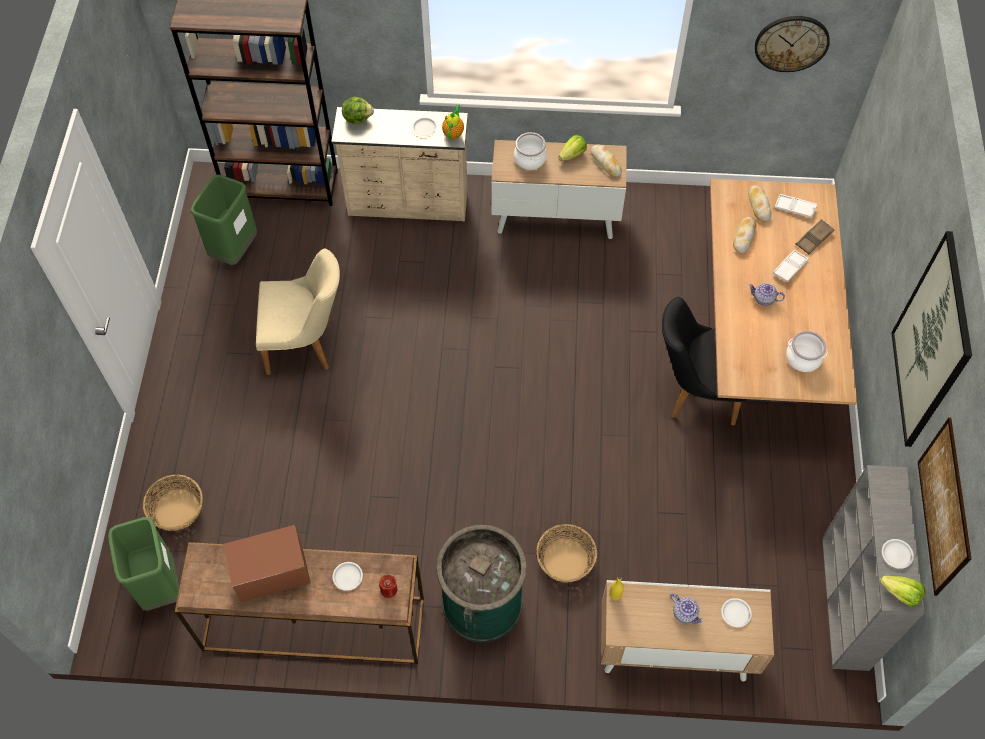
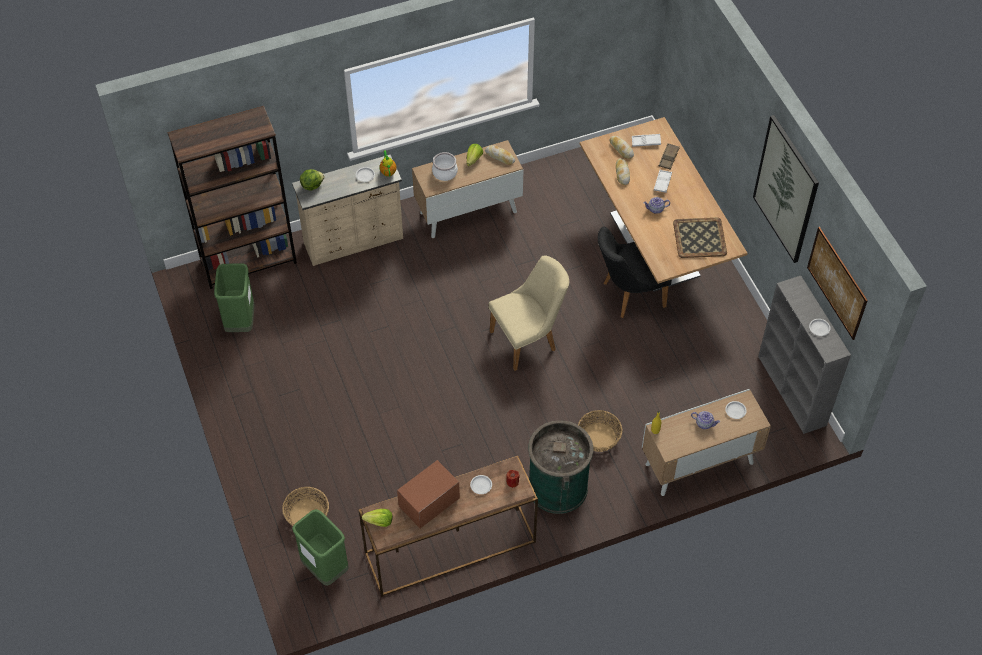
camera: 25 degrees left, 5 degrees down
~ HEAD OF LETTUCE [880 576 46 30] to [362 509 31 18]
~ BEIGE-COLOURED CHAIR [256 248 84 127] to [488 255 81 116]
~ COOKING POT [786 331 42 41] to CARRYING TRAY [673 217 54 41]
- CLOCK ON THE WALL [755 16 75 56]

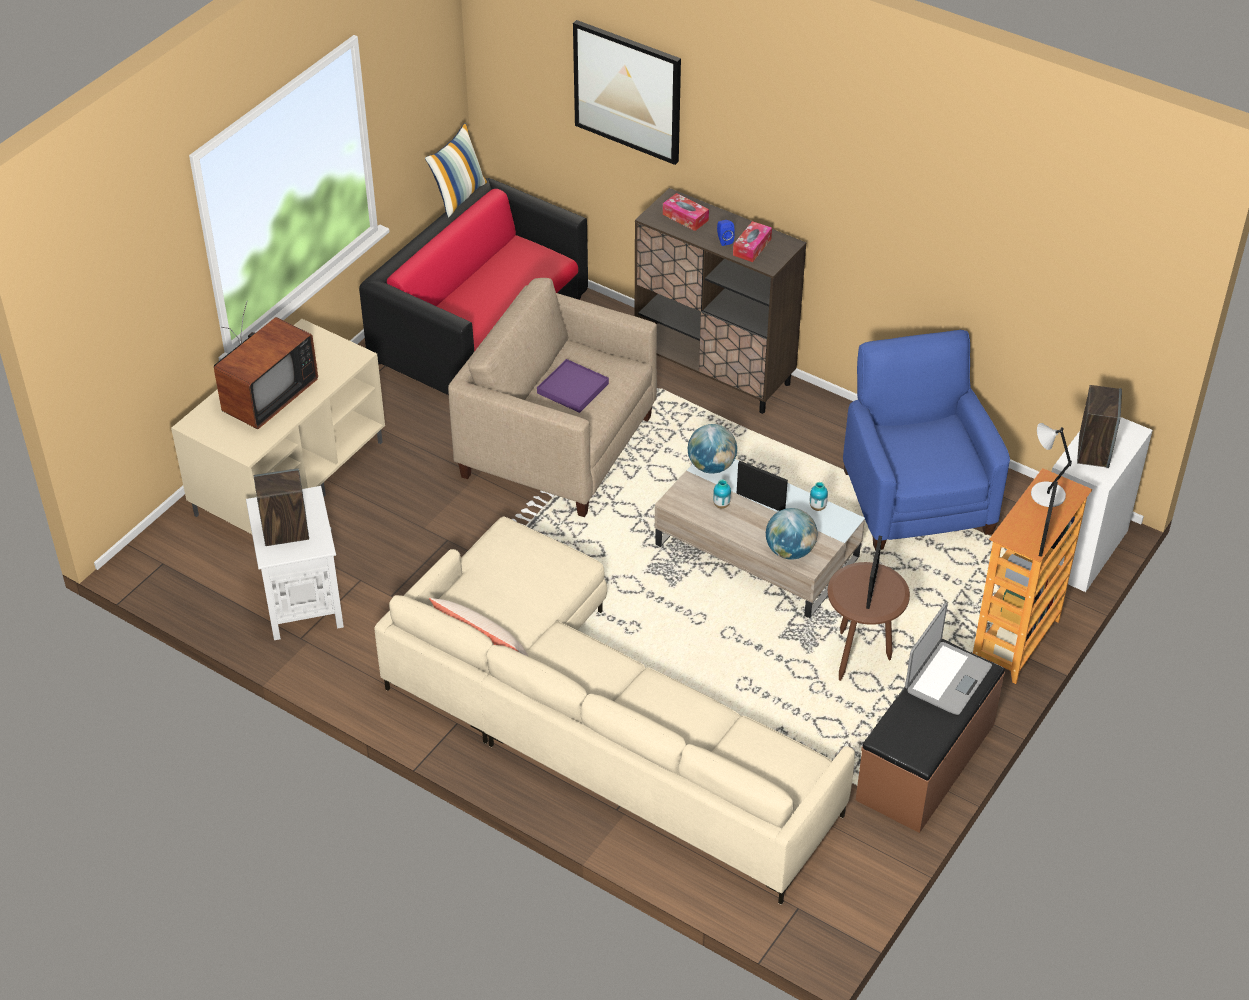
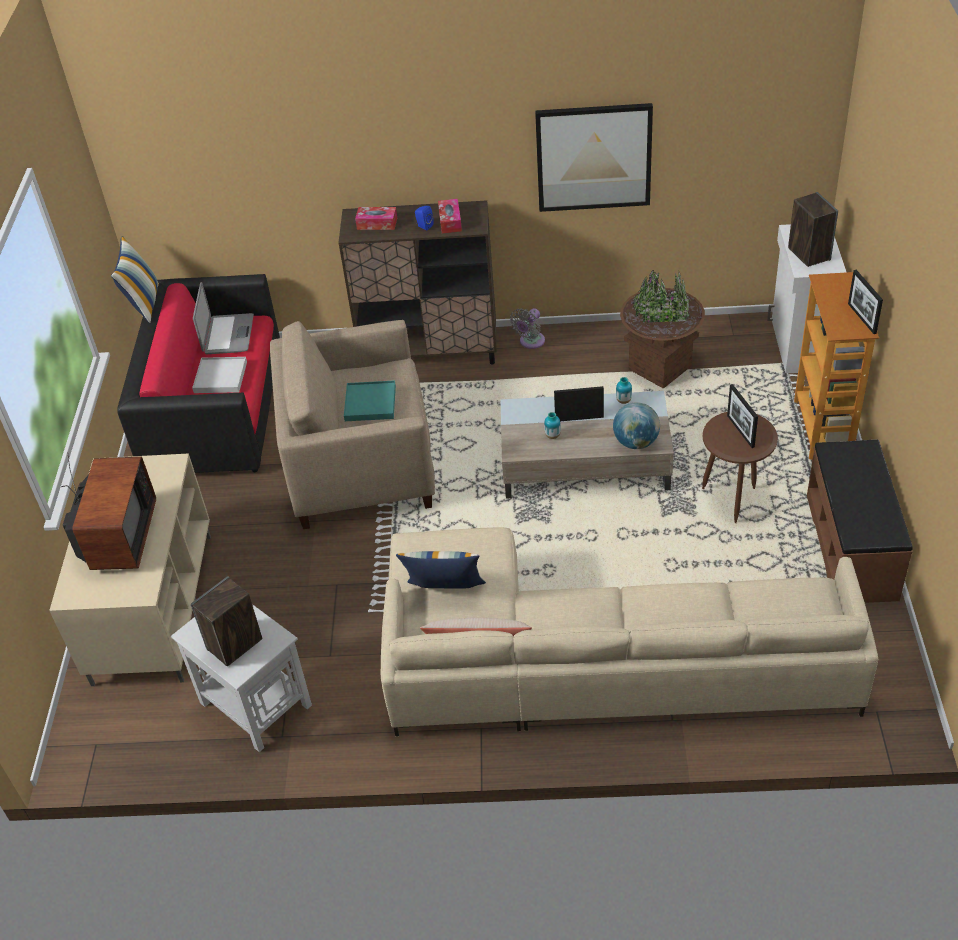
camera: 30 degrees left, 0 degrees up
+ WHITE-COLOURED CARRYING TRAY [192 357 55 36]
~ LAPTOP [905 603 87 112] to [193 282 61 72]
~ PURPLE-COLOURED CARRYING TRAY [537 359 72 54] to TURQUOISE CARRYING TRAY [344 380 52 41]
+ THROW PILLOW [396 551 90 38]
+ GREYISH FAN [510 308 35 41]
~ PICTURE [573 20 108 145] to [535 103 118 109]
~ BLUISH LOUNGE CHAIR [843 330 167 220] to BROWN FLOWER POT [620 270 85 119]
- DESK GLOBE [688 424 49 50]
- GREYISH TABLETOP LAMP [1031 423 41 84]

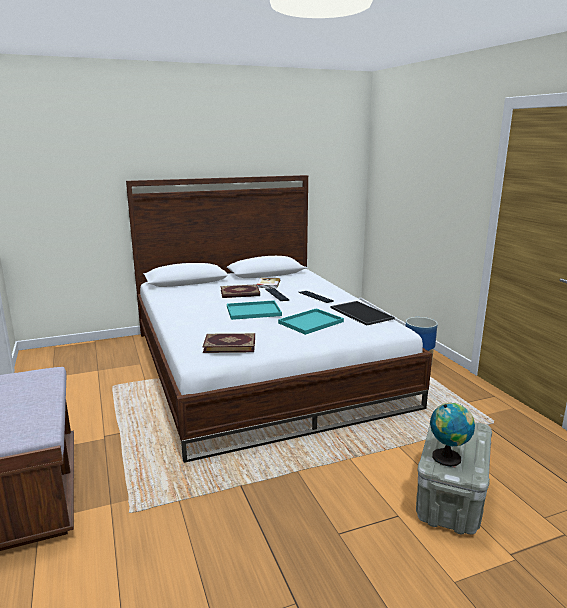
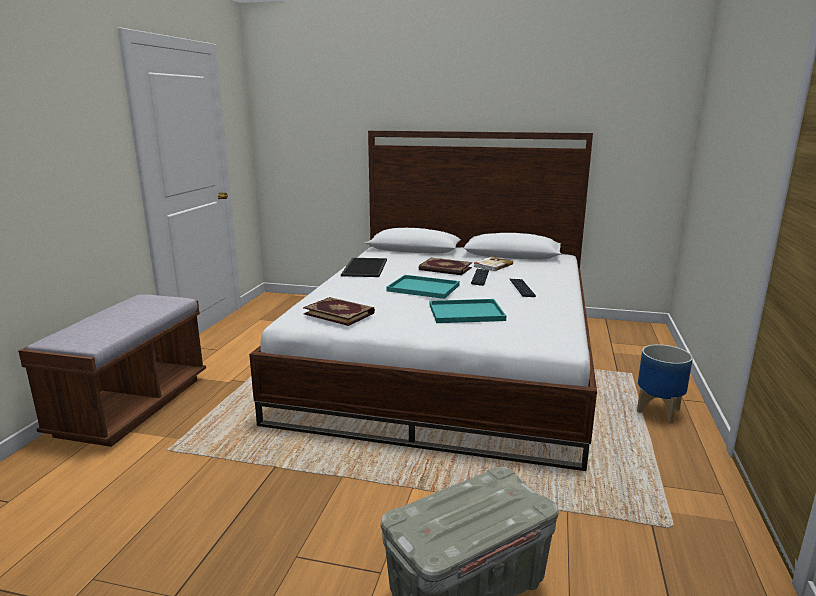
camera: 35 degrees right, 0 degrees up
~ CARRYING TRAY [330 301 65 25] to [341 258 46 19]
- DESK GLOBE [430 403 45 64]

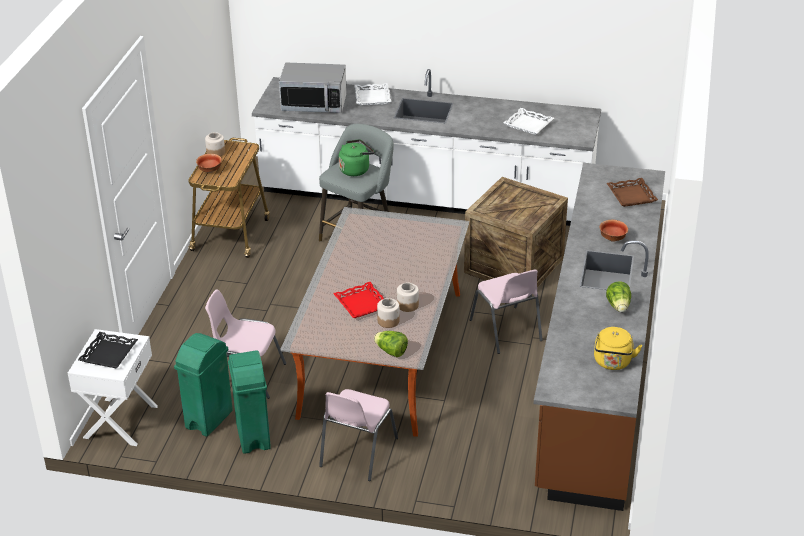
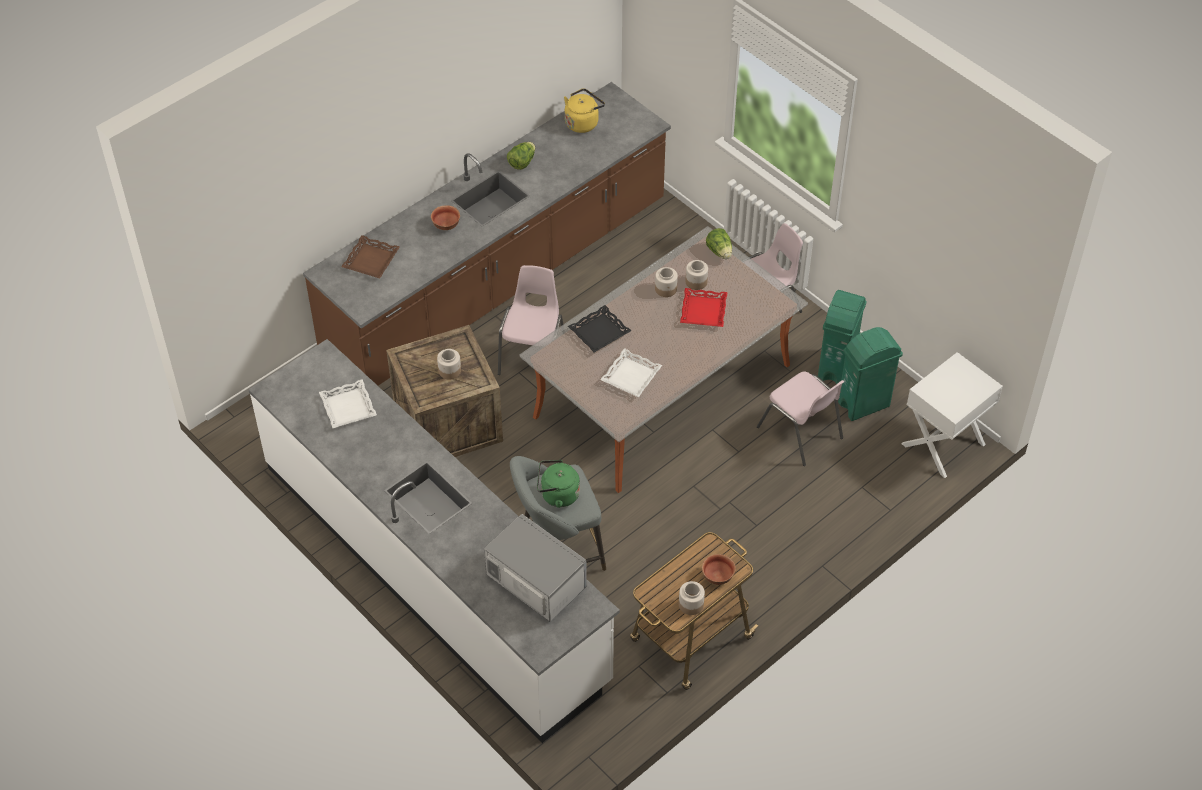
camera: 145 degrees left, 15 degrees up
+ PRESERVE JAR [437 349 24 30]
~ BLACKISH CARRYING TRAY [78 332 60 36] to [568 305 63 48]
~ WHITE-COLOURED CARRYING TRAY [354 83 37 22] to [600 348 62 50]

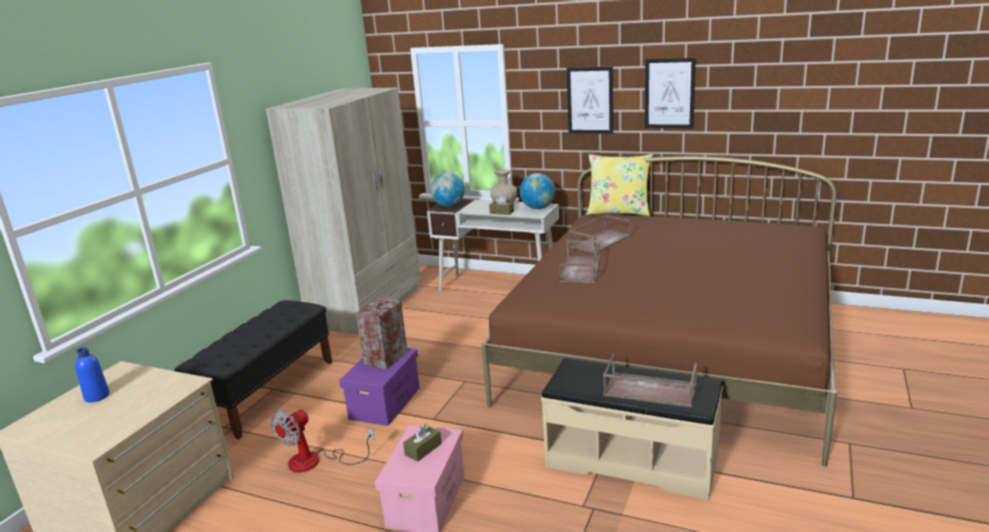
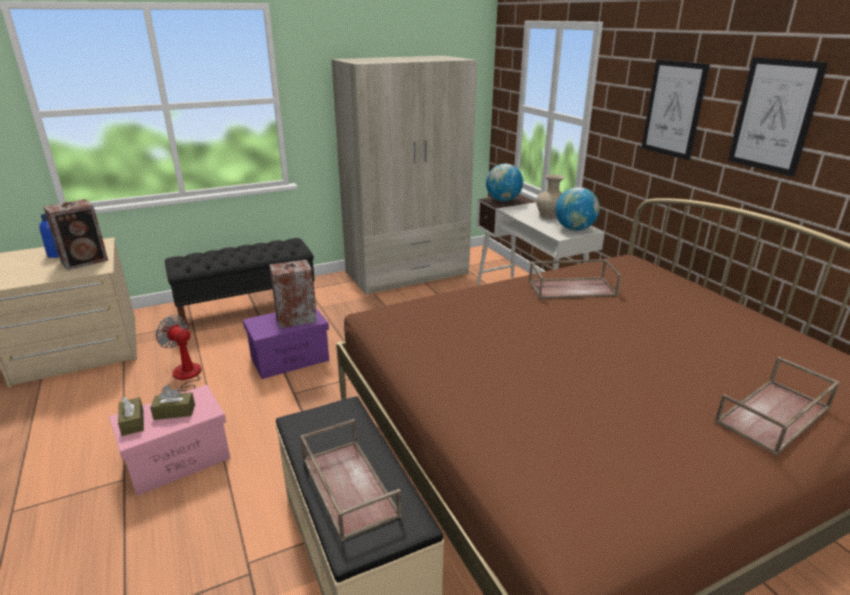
camera: 40 degrees right, 5 degrees up
+ LOUDSPEAKER [43 199 65 71]
~ BROWN TISSUE BOX [489 195 25 20] to [118 397 26 39]
~ FAN [271 409 104 64] = [155 315 46 78] 45 degrees clockwise
~ BROWN CARRYING TRAY [559 240 41 43] to [715 357 125 98]
- YELLOW THROW PILLOW [586 154 67 62]

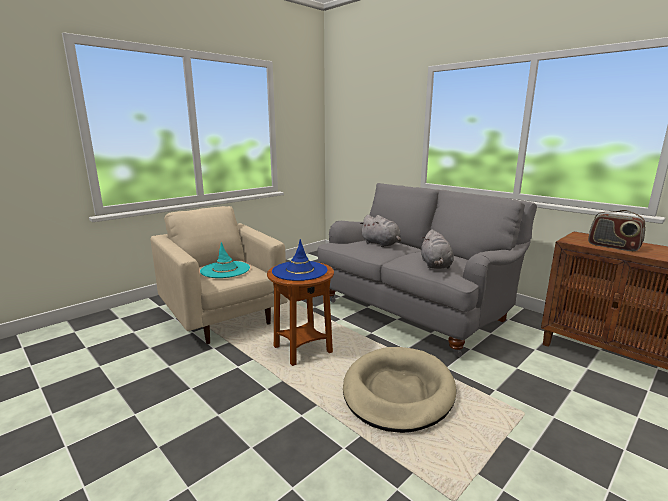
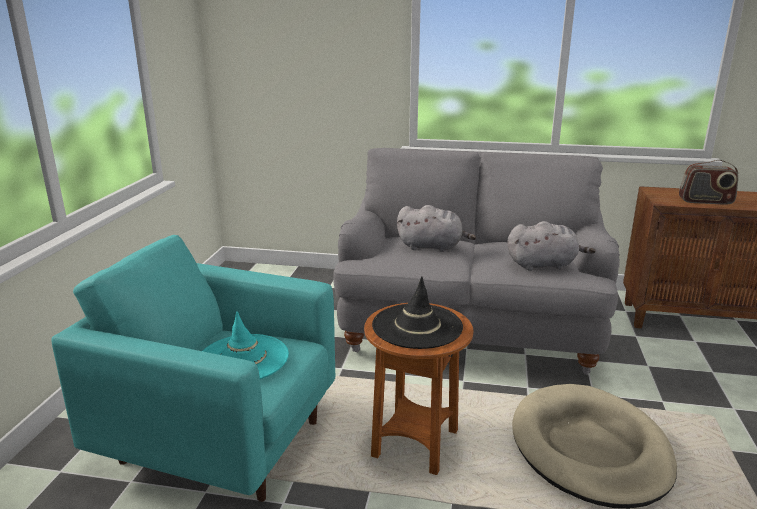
camera: 35 degrees left, 5 degrees up
~ BEIGE-COLOURED LOUNGE CHAIR [151 206 137 138] to TURQUOISE LOUNGE CHAIR [52 235 283 267]
~ BLUISH WEARABLE HAT [272 239 56 42] to BLACKISH WEARABLE HAT [372 276 91 73]
~ GREYISH CUDDLY TOY [421 229 33 40] = [507 221 89 50] 60 degrees counterclockwise

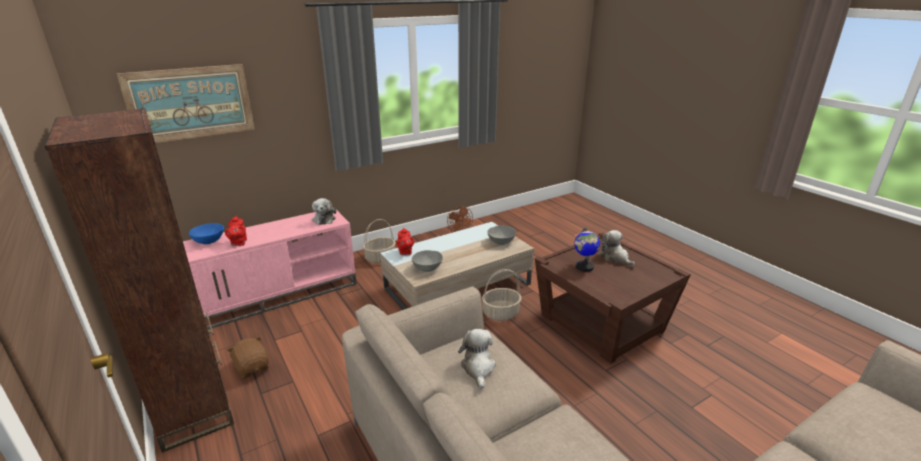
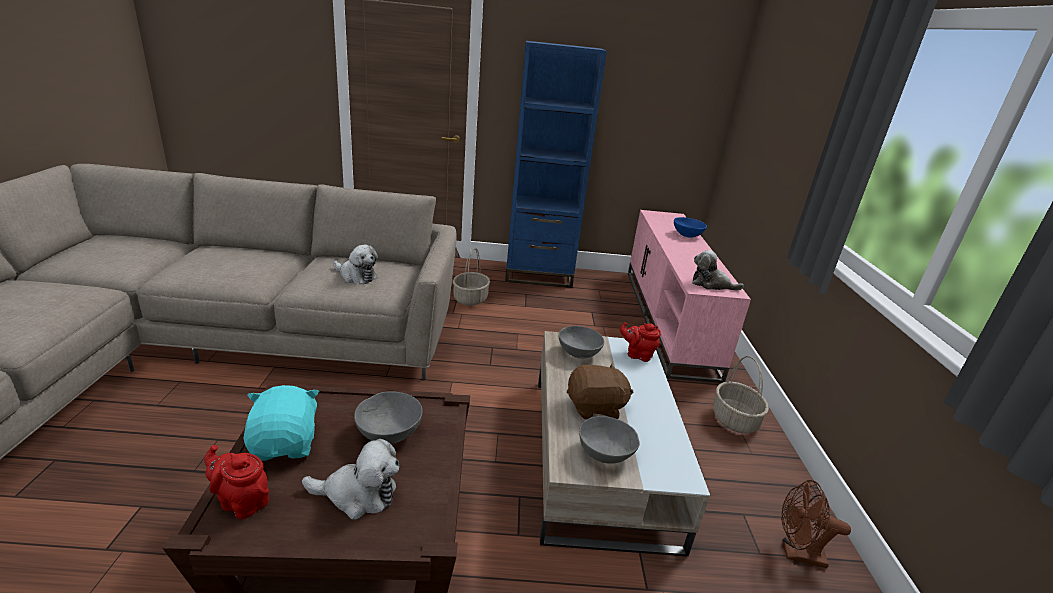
camera: 120 degrees right, 0 degrees up
~ RED-COLOURED TEAPOT [225 216 22 30] to [204 445 65 74]
+ TURQUOISE CUDDLY TOY [244 385 75 76]
~ DESK GLOBE [574 227 26 45] to GREYISH BOWL [354 392 68 52]
~ STORAGE BASKET [482 269 40 52] to [453 248 37 58]
~ BROWN SHELVING UNIT [45 108 189 345] to BLUISH SHELVING UNIT [505 41 102 247]
~ BROWN CUDDLY TOY [227 336 42 43] to [567 363 66 56]
- PICTURE [117 64 138 79]

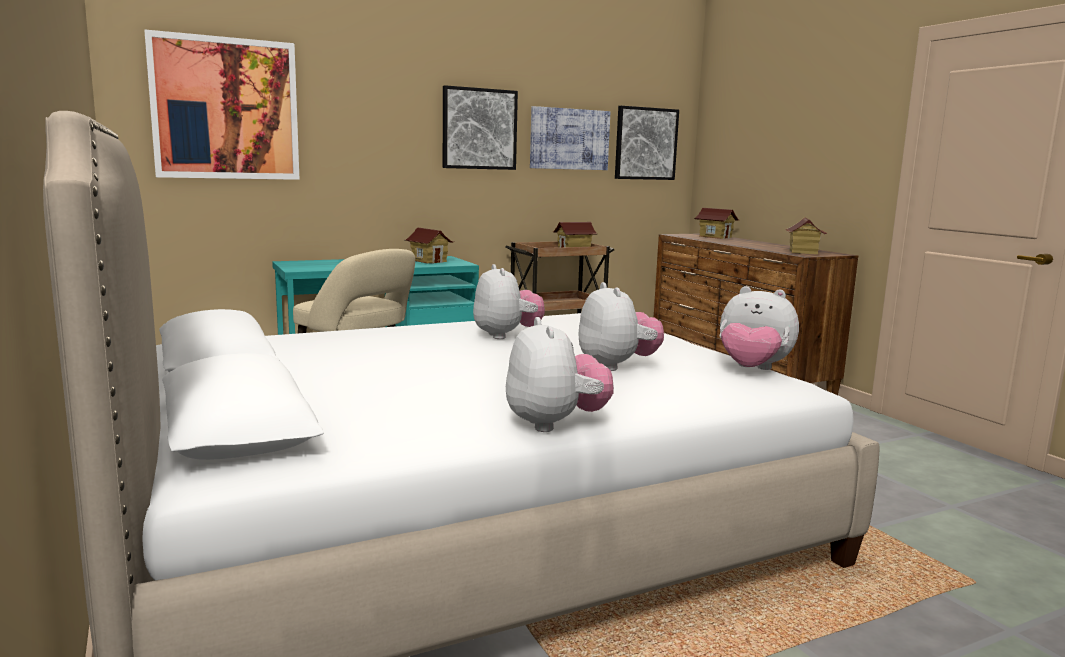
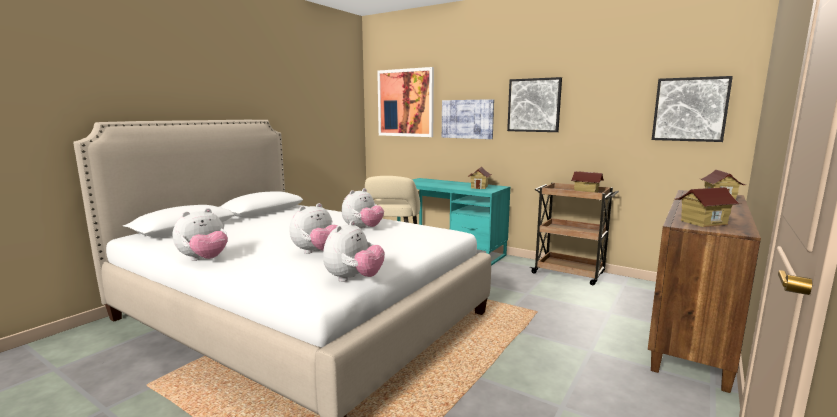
camera: 60 degrees right, 0 degrees up
~ CUDDLY TOY [720 286 79 84] = [323 221 62 61] 150 degrees counterclockwise
~ PICTURE [530 106 80 64] to [442 99 52 40]

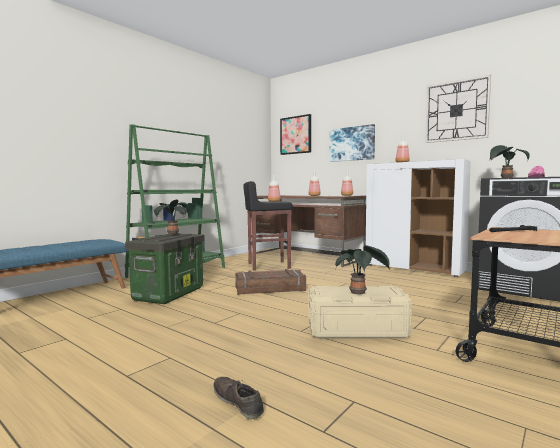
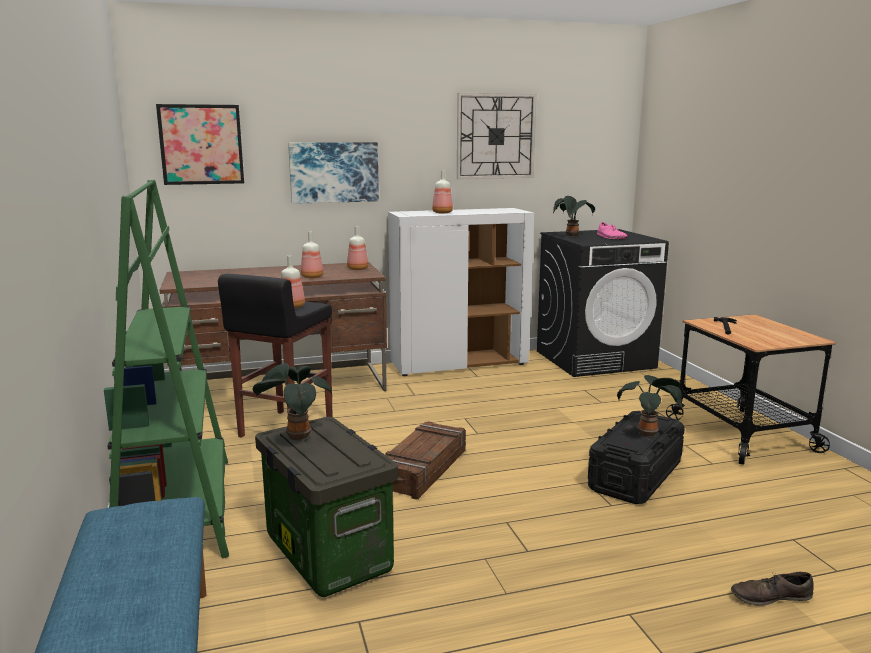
camera: 55 degrees left, 10 degrees up
~ BEIGE-COLOURED STORAGE BOX [308 285 104 54] to BLACKISH STORAGE BOX [588 411 97 93]

